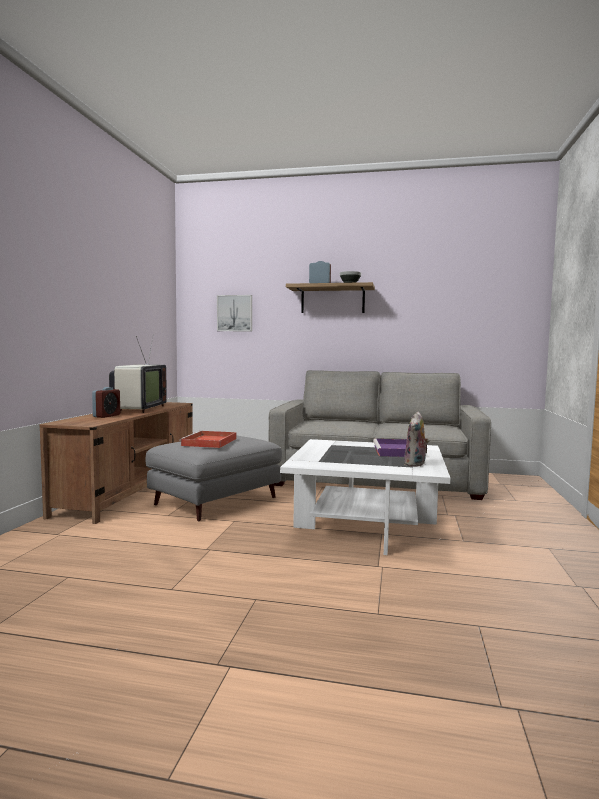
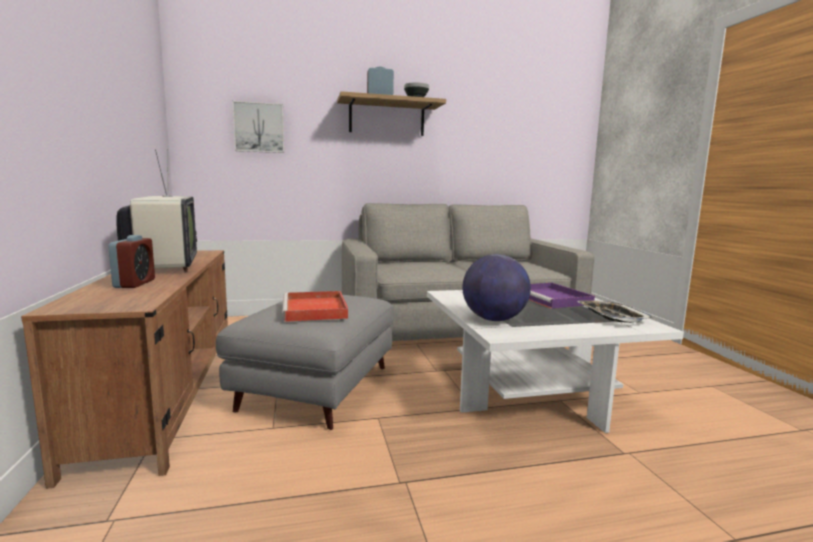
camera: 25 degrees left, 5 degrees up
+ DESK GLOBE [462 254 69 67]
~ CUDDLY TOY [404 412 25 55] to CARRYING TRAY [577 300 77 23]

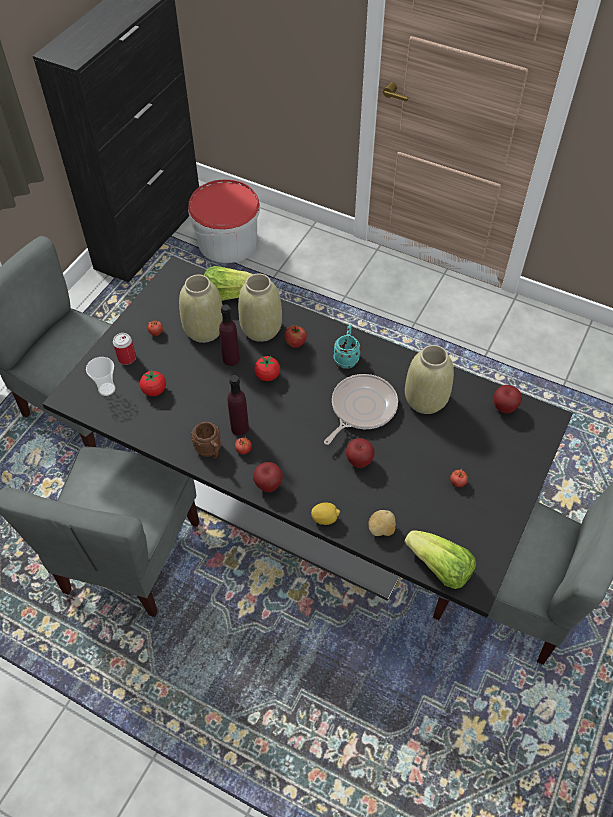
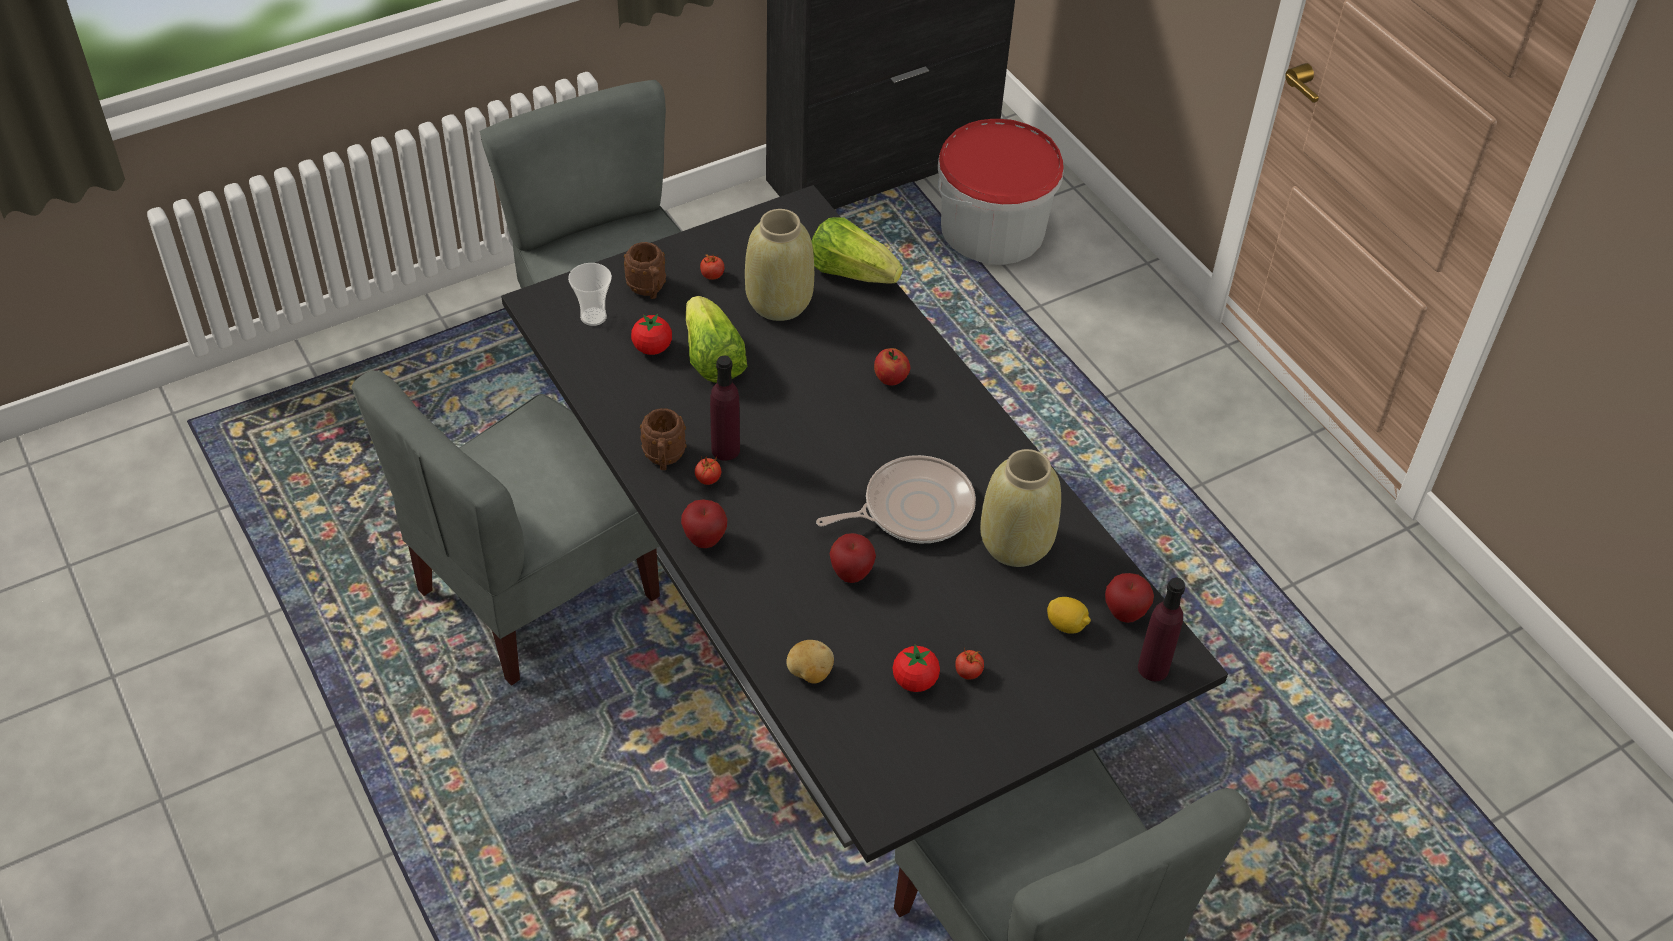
camera: 30 degrees right, 5 degrees down
~ SEALED CAN [113 333 23 32] to BROWN TEA MUG [624 242 42 57]
~ HEAD OF LETTUCE [404 531 72 58] to [686 296 61 87]
~ WHOLE TOMATO [254 356 26 25] to [893 644 47 48]
~ WHOLE LEMON [311 502 29 23] to [1047 597 44 37]
~ PURPLE-COLOURED DRINK BOTTLE [219 305 21 61] to [1138 578 47 103]
- BEIGE-COLOURED DECORATIVE VASE [238 274 44 68]
- TURQUOISE TEA MUG [333 324 28 45]

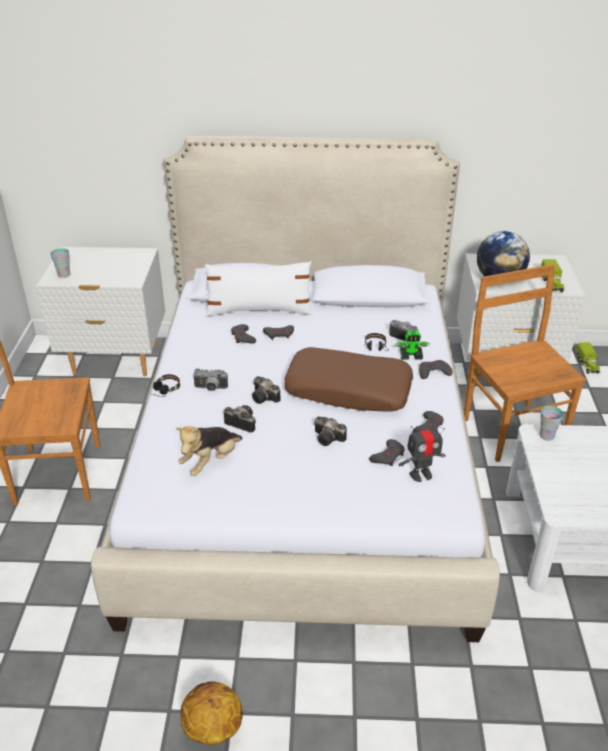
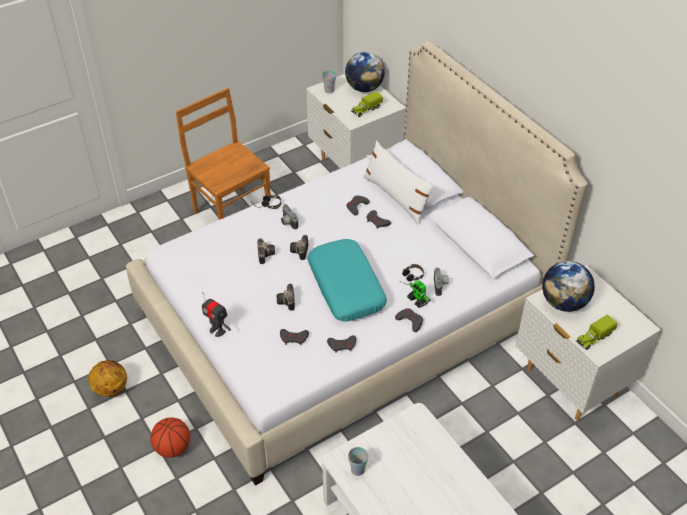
camera: 55 degrees right, 10 degrees up
+ BASKETBALL BALL [150 418 40 40]
~ MODEL ROBOT [399 421 47 61] to [202 292 29 45]
~ BROWN THROW PILLOW [284 347 129 65] to TURQUOISE THROW PILLOW [307 239 80 83]
+ DESK GLOBE [345 52 40 40]
~ CUP [539 406 25 35] to [348 447 20 29]
~ TOY LORRY [576 342 24 32] to [351 91 32 26]
- CUDDLY TOY [176 426 67 50]
- BROWN CHAIR [464 264 122 198]

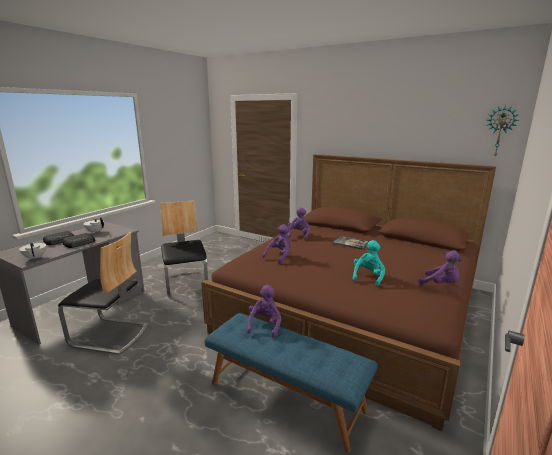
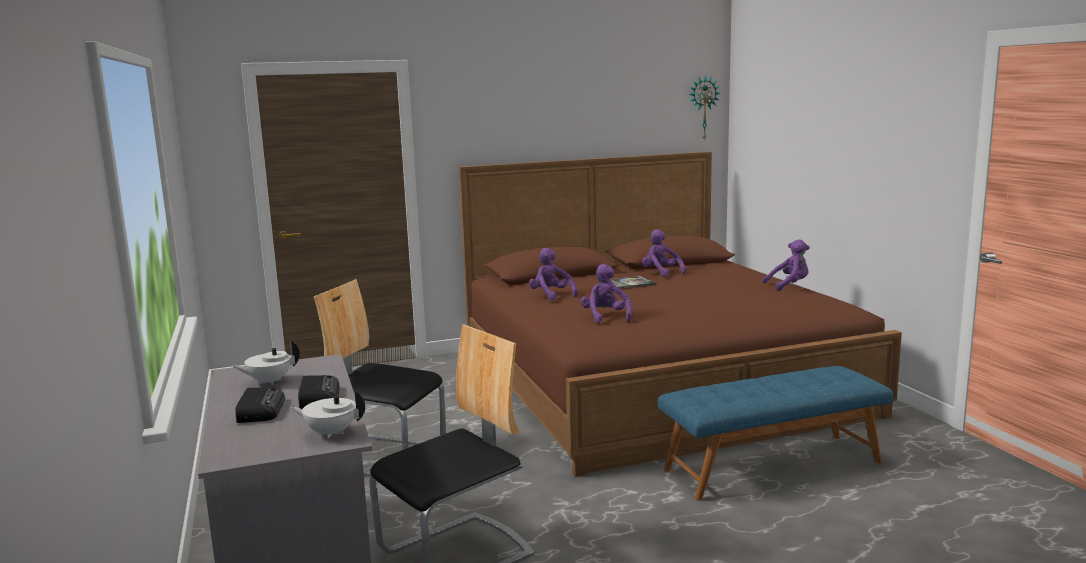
camera: 50 degrees left, 5 degrees down
~ PURPLE-COLOURED CUDDLY TOY [247 285 34 53] to [642 229 44 48]
- TURQUOISE CUDDLY TOY [352 240 33 46]

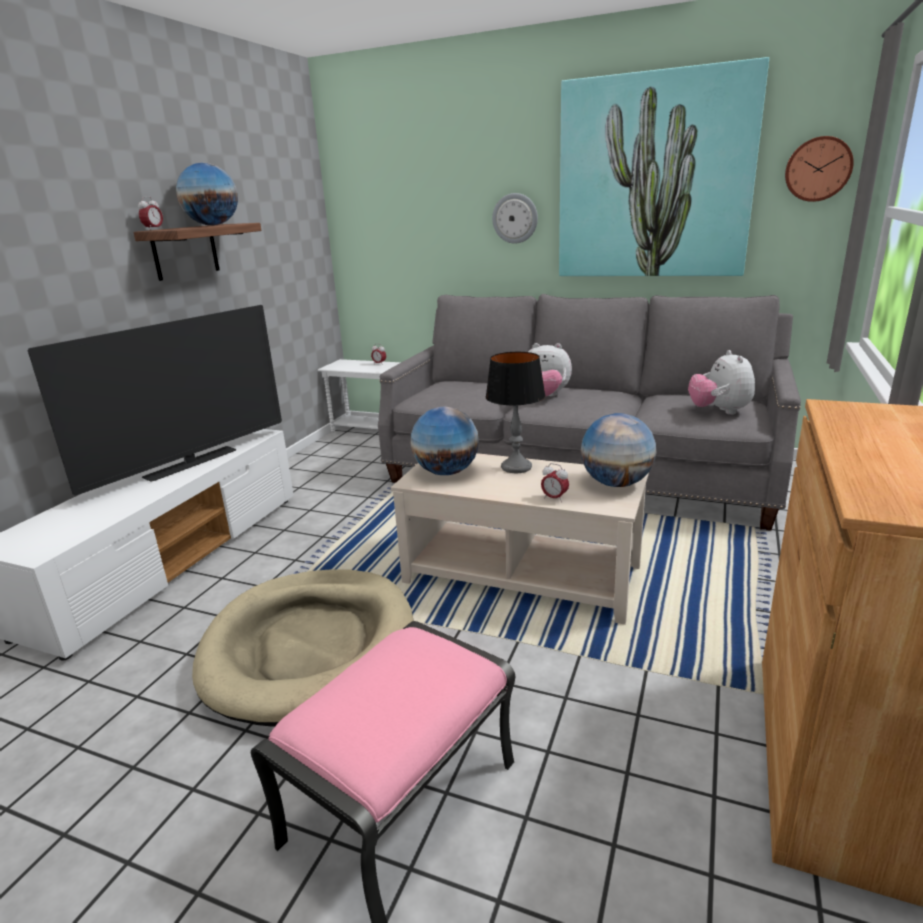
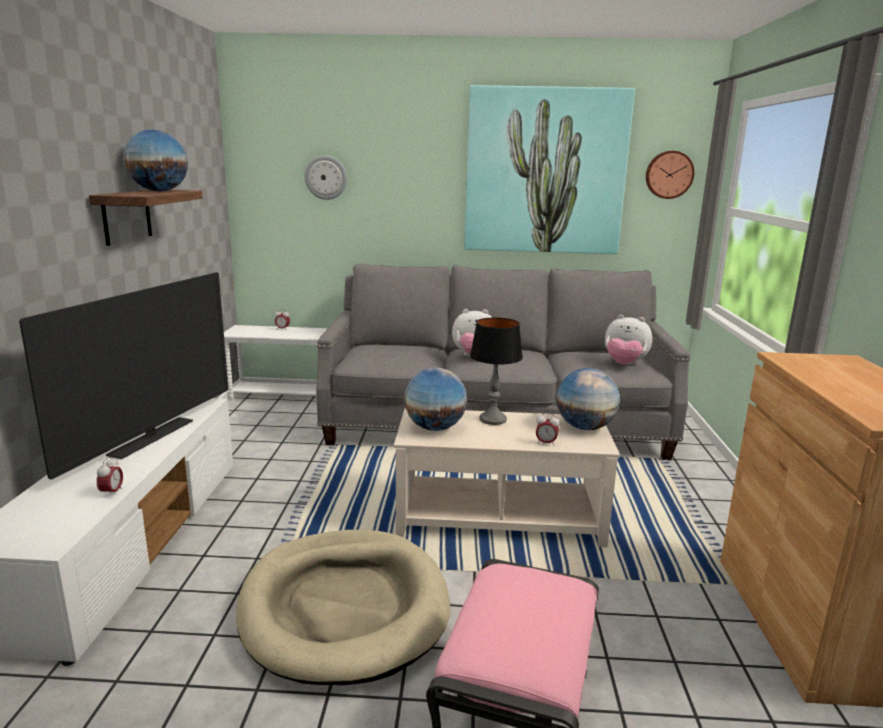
camera: 20 degrees left, 5 degrees down
~ TABLE CLOCK [138 197 25 33] to [97 457 26 41]
~ CLOCK ON THE WALL [492 193 46 51] to [305 155 42 45]
~ CUDDLY TOY [688 350 67 65] = [605 315 47 50] 45 degrees counterclockwise

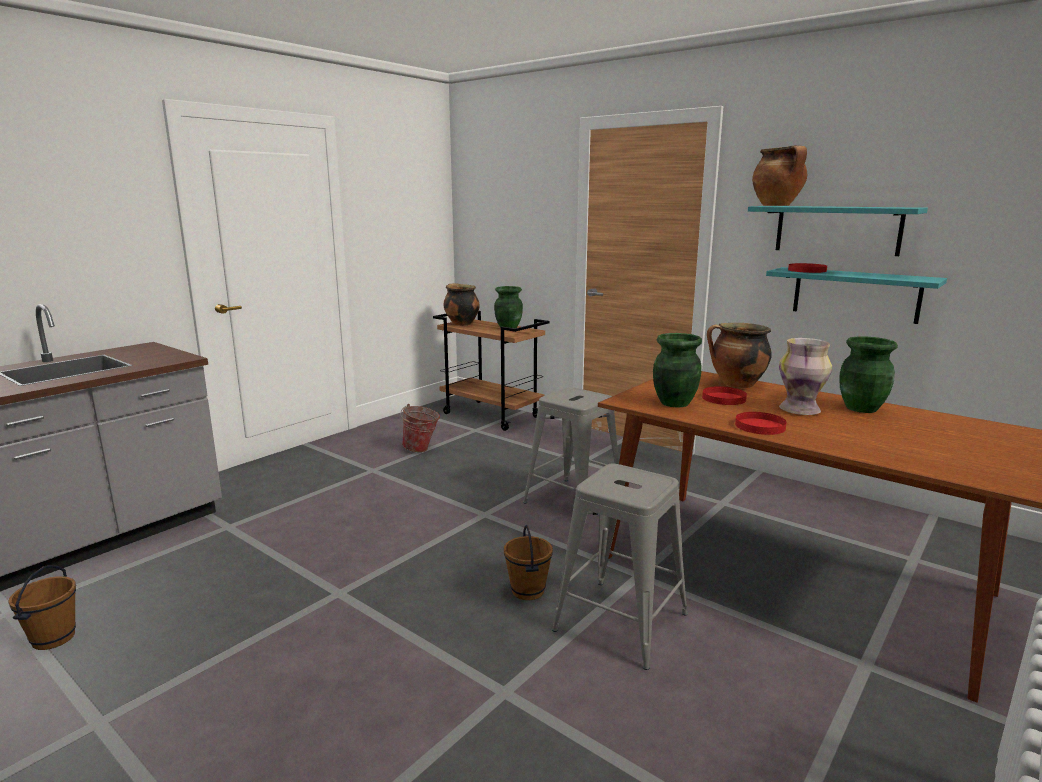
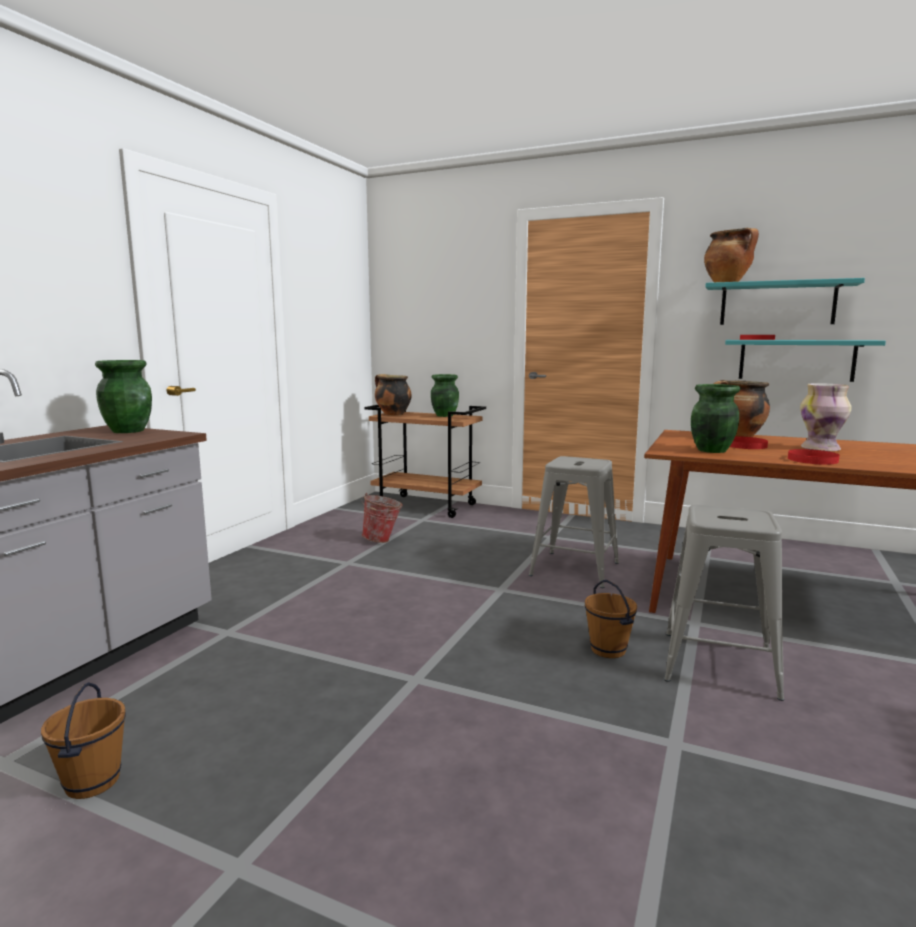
camera: 15 degrees left, 5 degrees down
~ GREENISH DECORATIVE VASE [839 336 59 77] to [95 360 57 73]

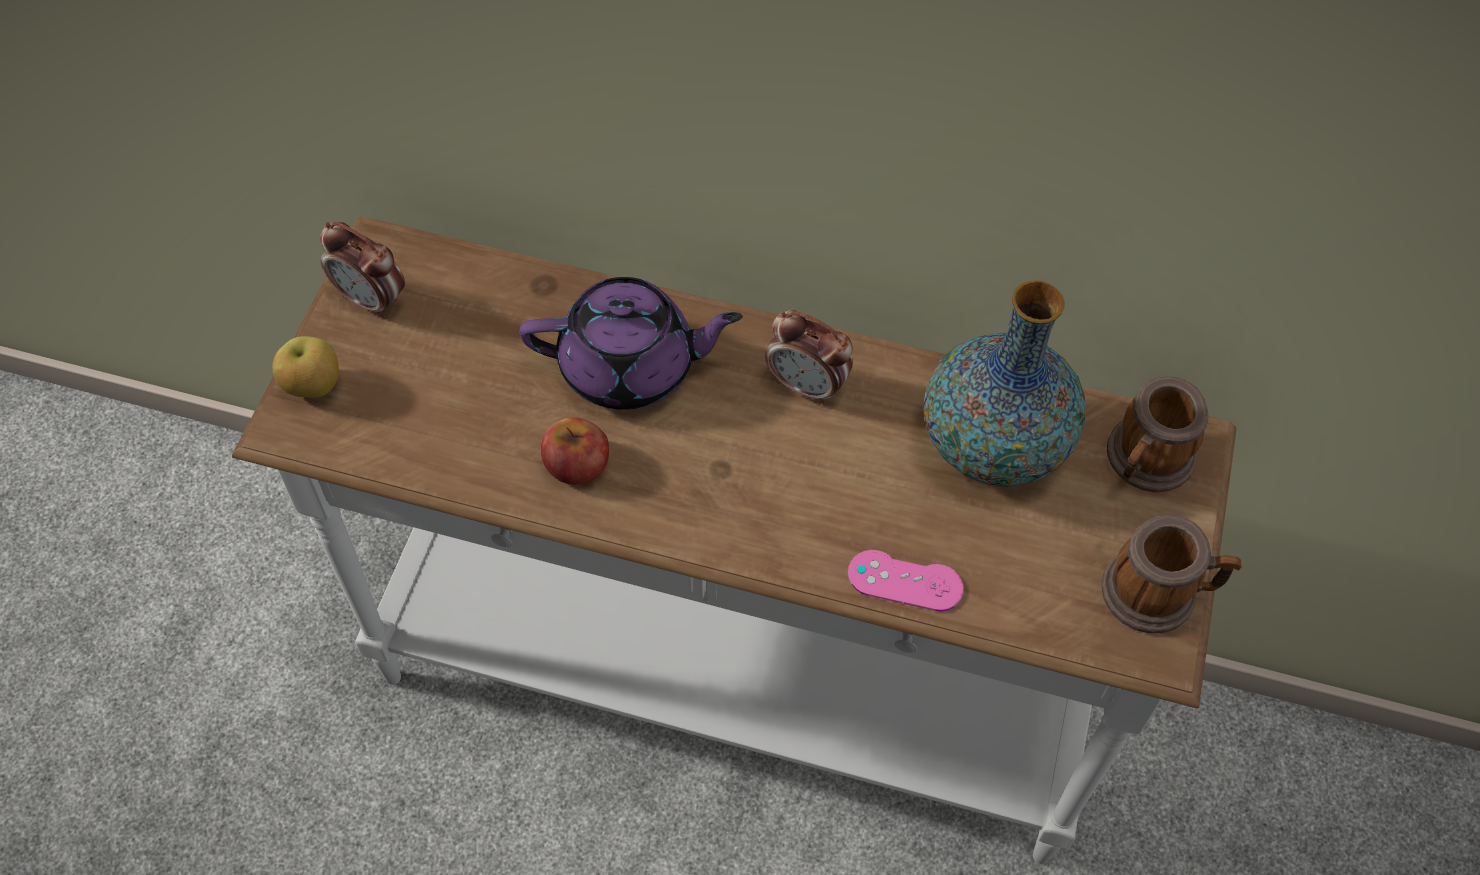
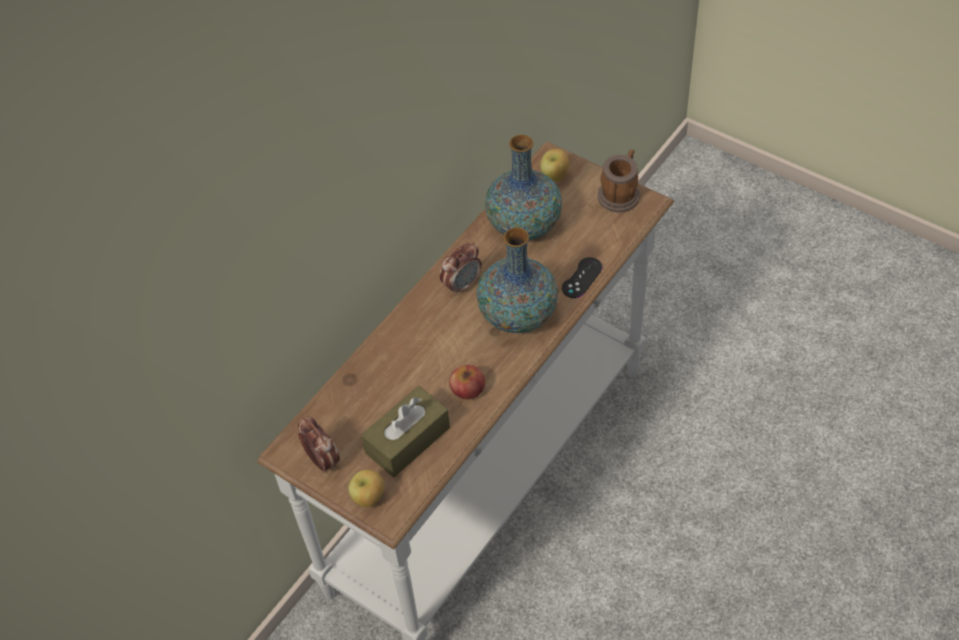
camera: 65 degrees left, 5 degrees down
~ TABLE CLOCK [320 222 85 96] = [298 416 42 57] 90 degrees counterclockwise
+ BROWN TISSUE BOX [361 386 89 91]
+ DECORATIVE VASE [476 227 82 106]
~ TEA MUG [1107 376 101 116] to APPLE FRUIT [540 149 29 33]
~ PINKISH GAMEPAD [848 550 116 61] to BLACKISH GAMEPAD [562 257 40 41]
- PURPLE-COLOURED TEAPOT [519 277 224 133]

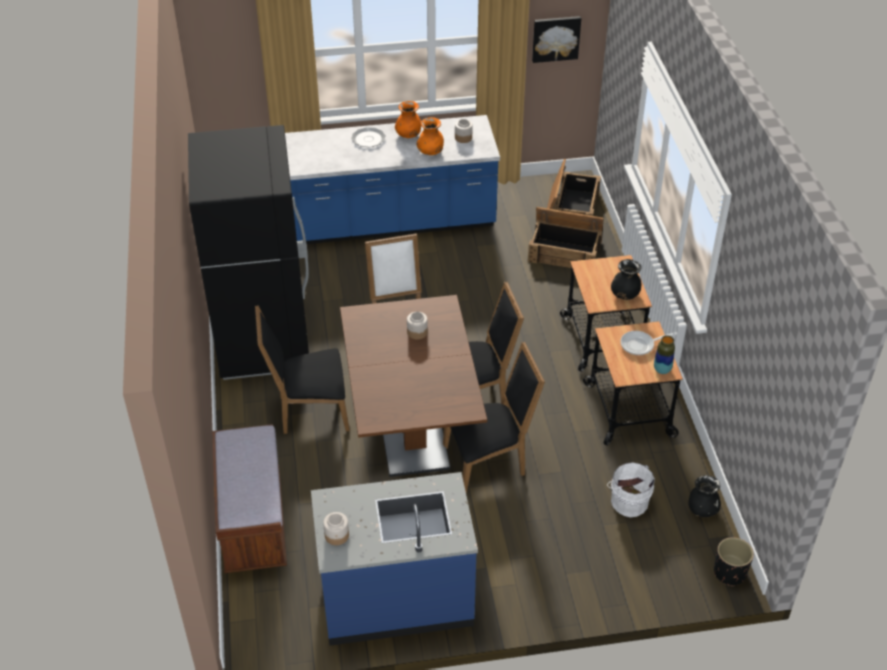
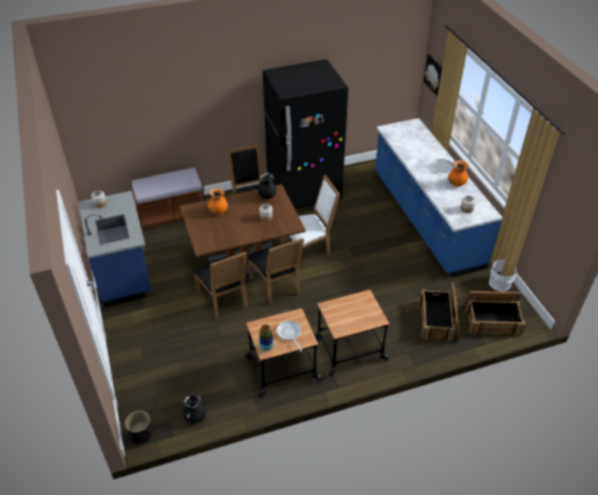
camera: 80 degrees right, 0 degrees up
~ ORANGEY DECORATIVE VASE [417 117 27 38] to [208 188 20 26]
~ BLACKISH DECORATIVE VASE [611 259 31 41] to [258 173 19 26]
~ PICTURE [532 16 49 47] to [424 54 18 42]
~ WHITE-COLOURED BUCKET [607 462 48 55] to [489 259 28 33]

